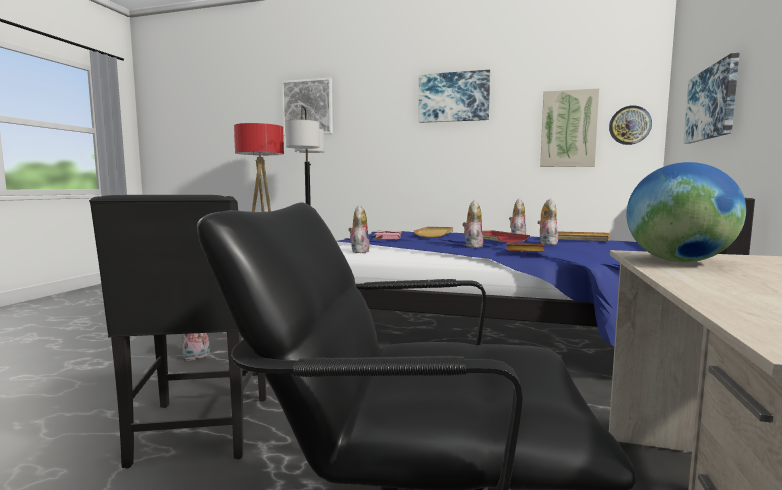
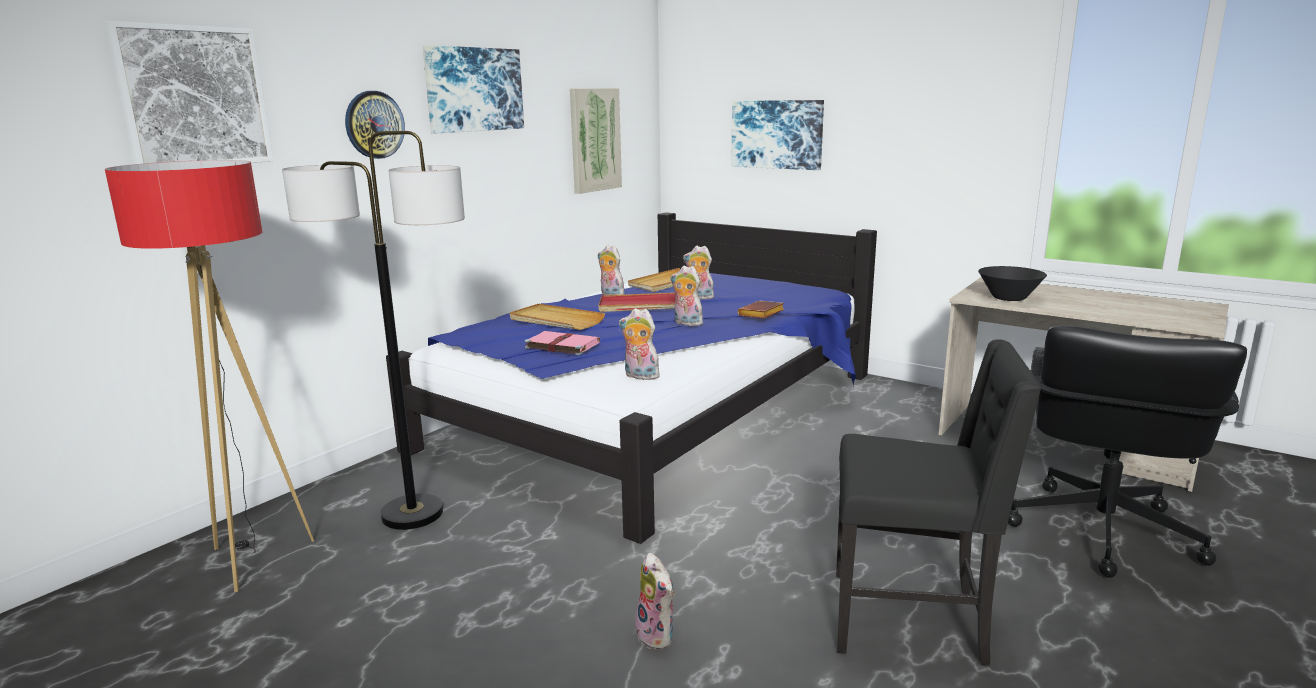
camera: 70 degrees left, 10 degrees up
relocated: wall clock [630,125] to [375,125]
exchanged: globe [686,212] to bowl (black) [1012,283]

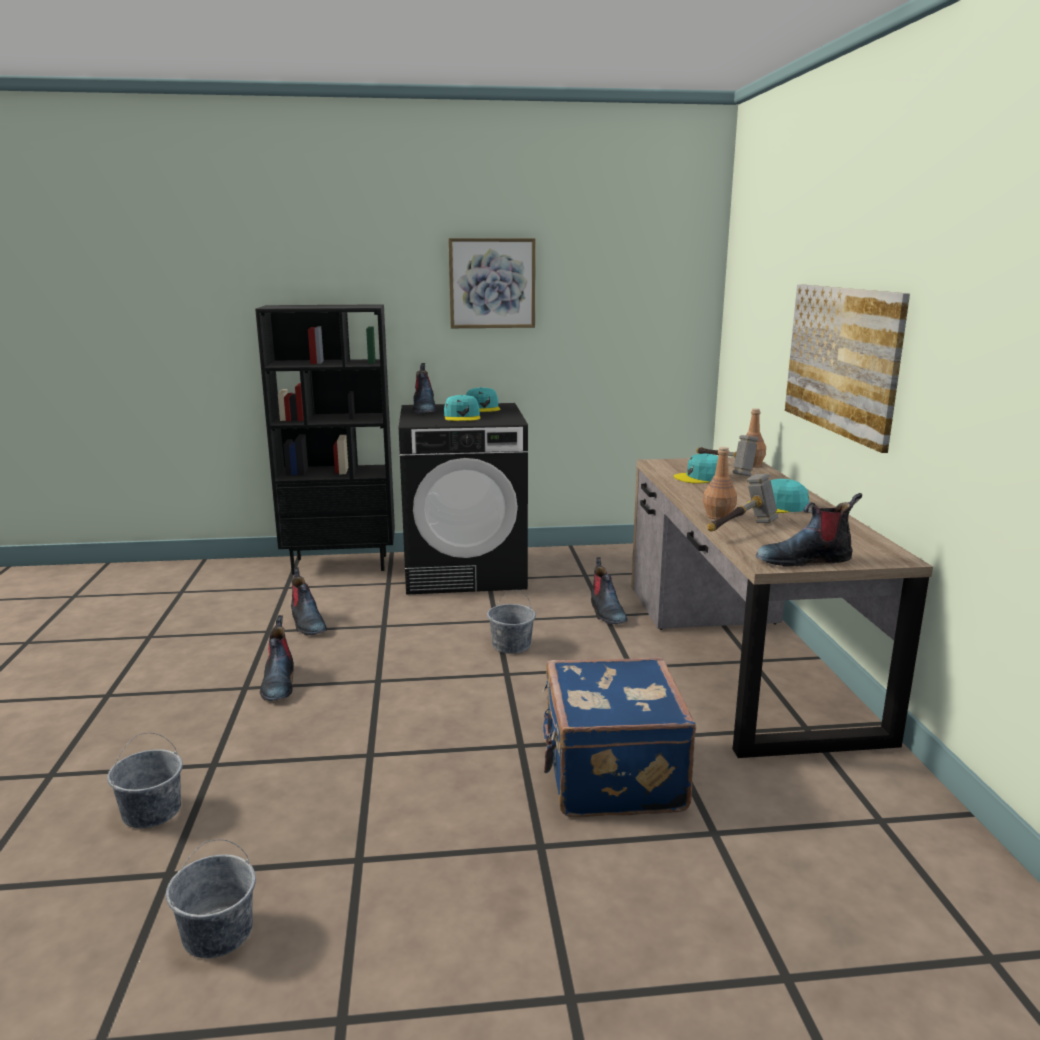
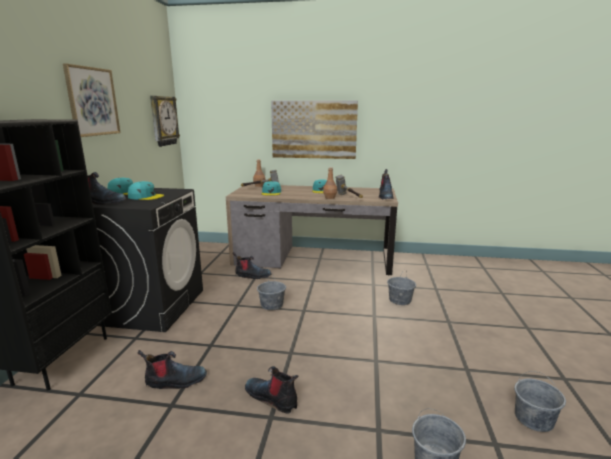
camera: 75 degrees left, 0 degrees up
appeared: wall clock [165,121]
exchanged: suitcase (blue) [619,737] to bucket (grey) [401,287]
spun: boot [277,658] = [271,389] 150 degrees counterclockwise

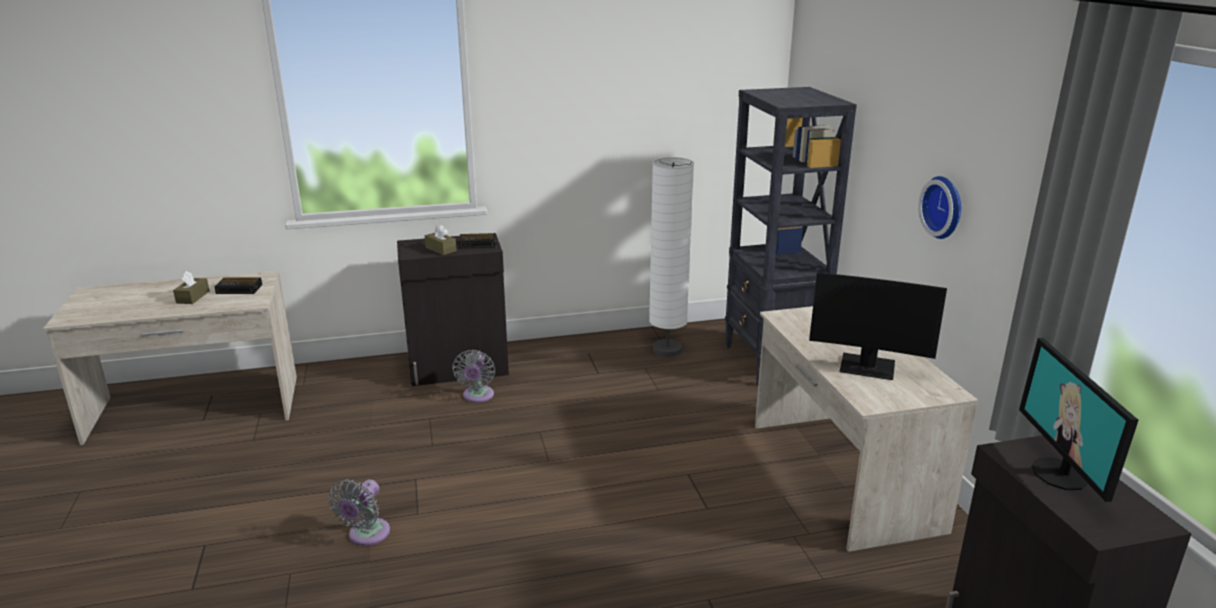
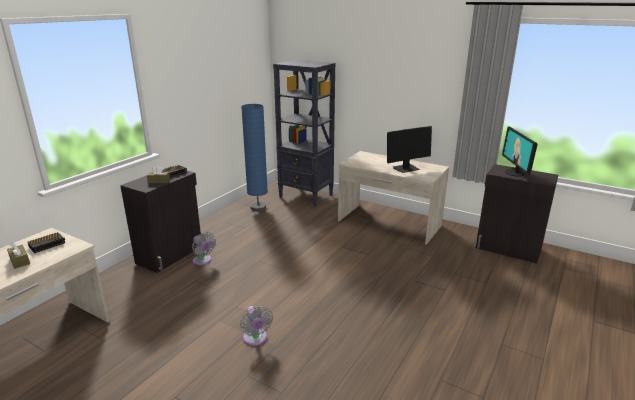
camera: 45 degrees left, 0 degrees up
missing: wall clock [939,207]
colour: floor lamp (white) [671,257] to floor lamp (blue) [254,157]
spun: monitor [1078,420] = [520,151] 45 degrees clockwise

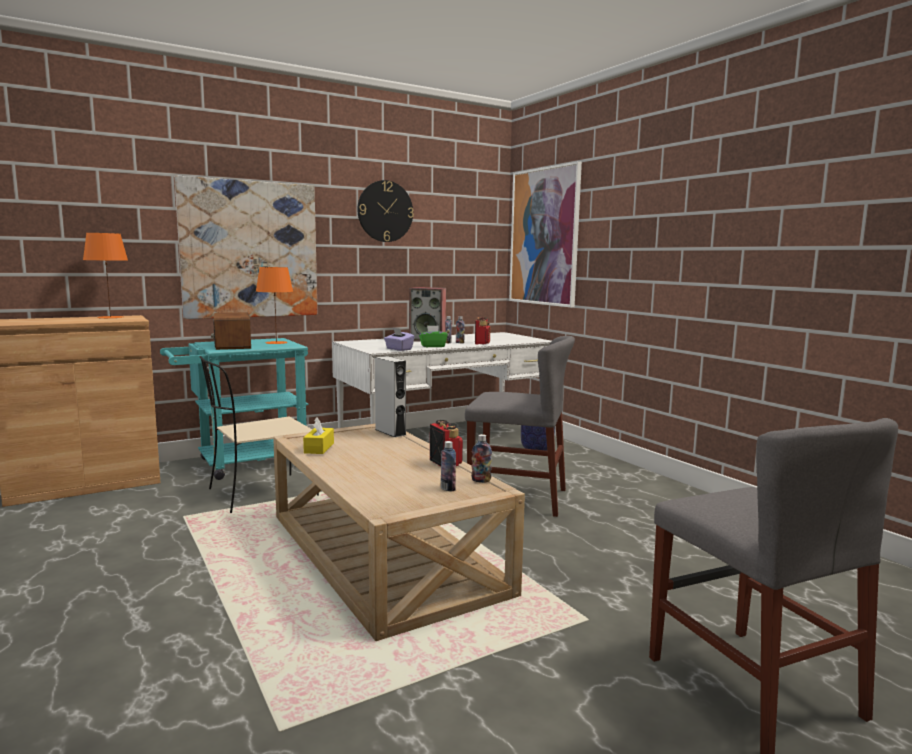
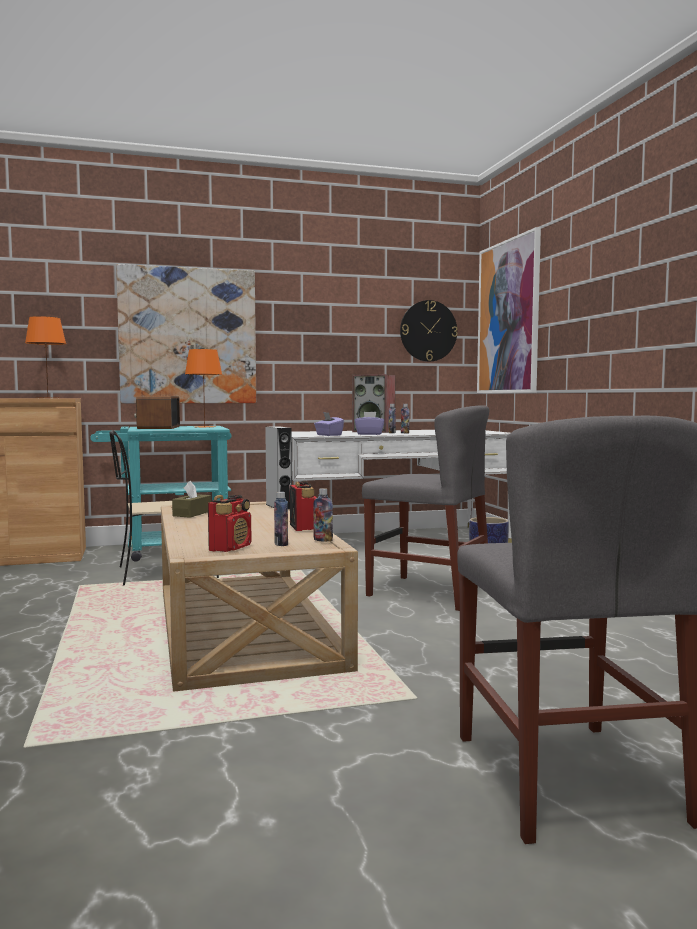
camera: 15 degrees right, 5 degrees down
relocated: wall clock [385,211] to [429,331]; radio [482,331] to [230,523]
colour: tissue box (green) [433,336] to tissue box (purple) [369,423]; tissue box (yellow) [318,436] to tissue box (brown) [191,499]

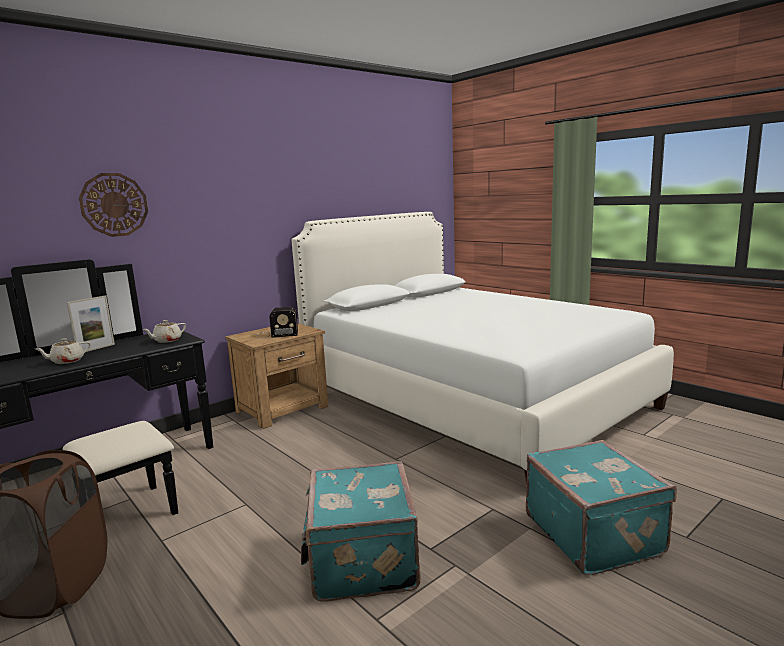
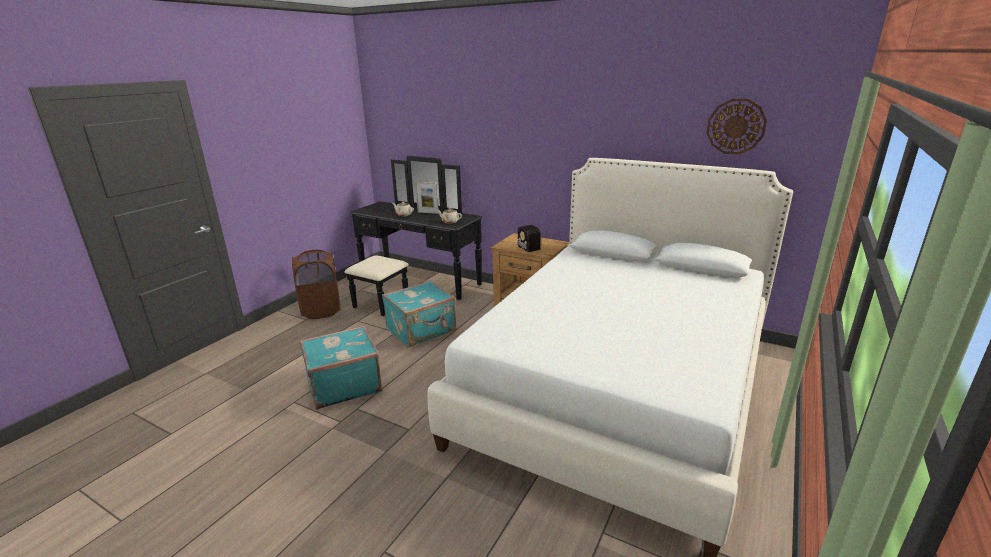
camera: 70 degrees right, 10 degrees up
relocated: wall clock [113,205] to [737,127]; suitcase (turquoise) [601,508] to [419,313]

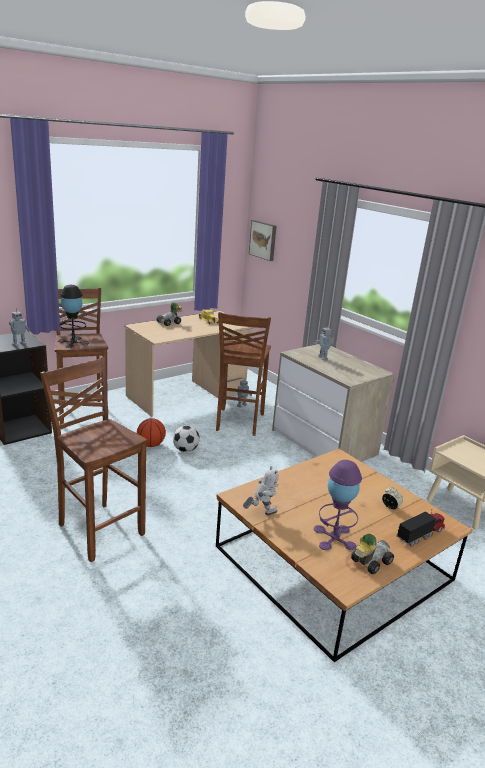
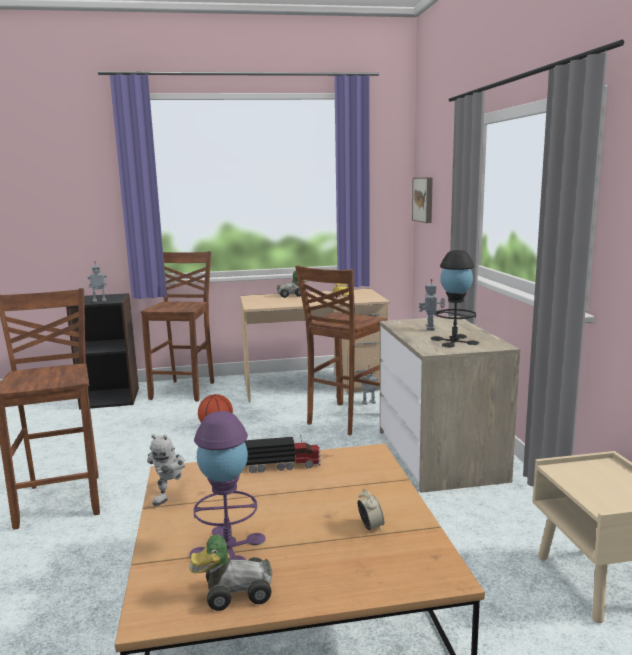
camera: 30 degrees right, 10 degrees down
missing: football [186,438]
relocated: table lamp (black) [73,316] to [455,298]; toy truck [420,528] to [283,454]
spun: toy robot [261,490] = [166,470] 105 degrees clockwise

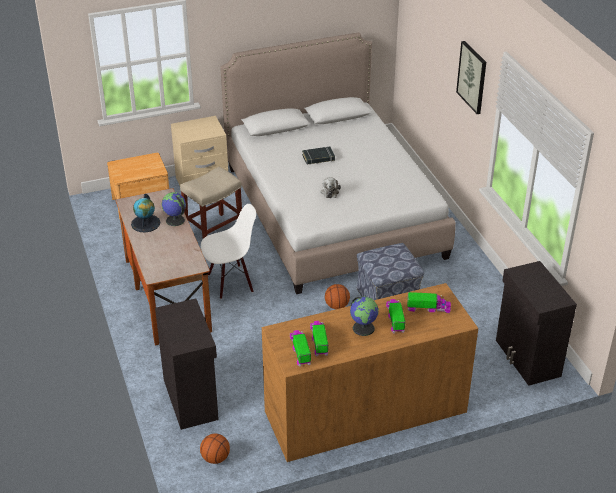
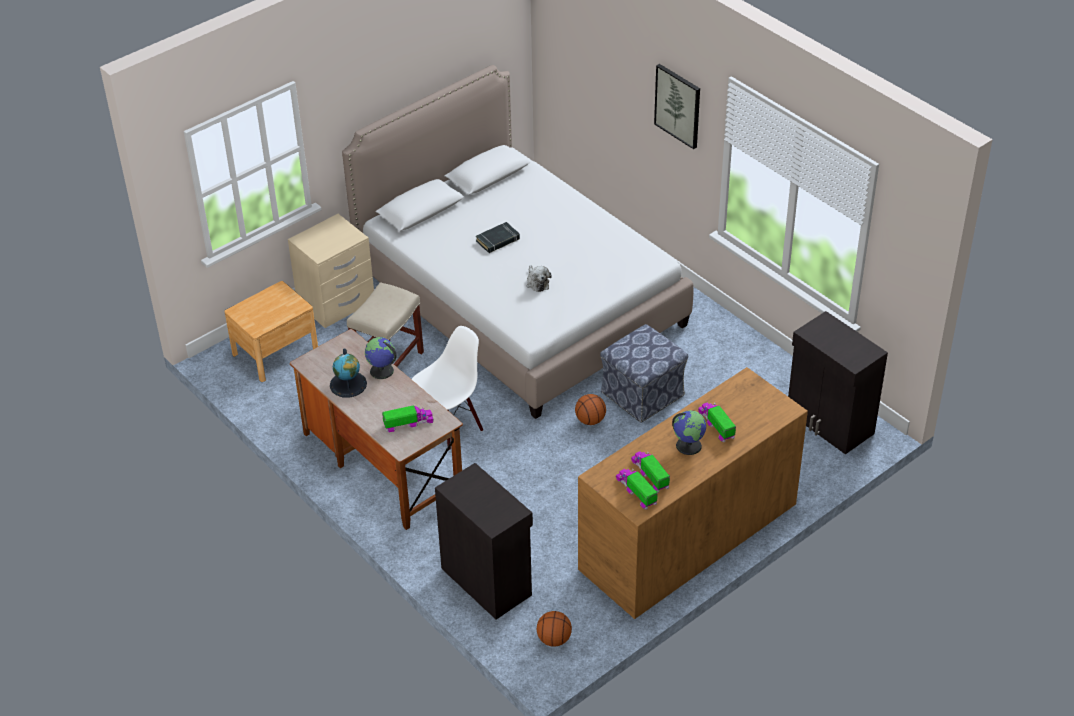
camera: 20 degrees left, 5 degrees up
relocated: toy truck [429,302] to [408,418]

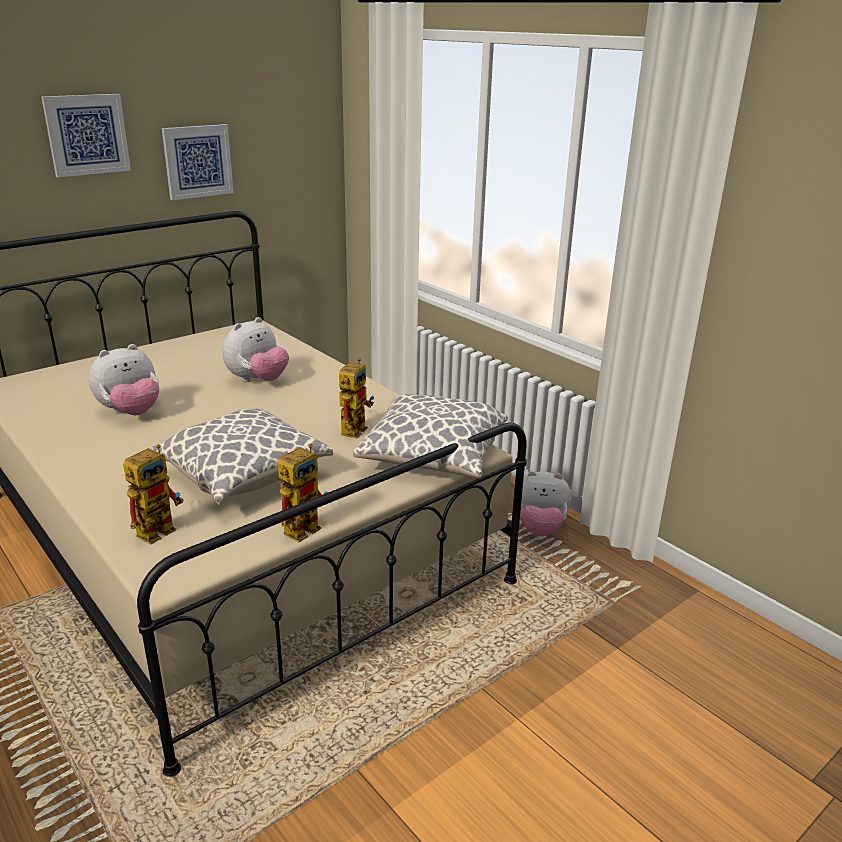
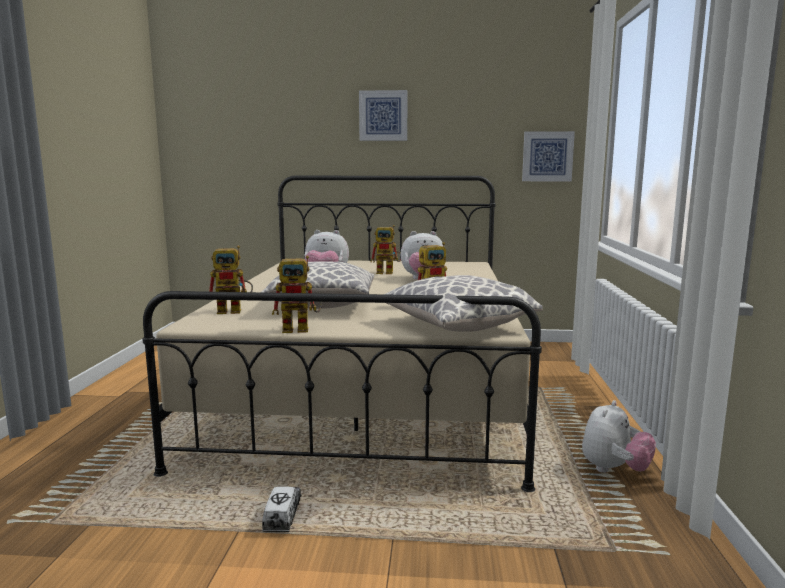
camera: 45 degrees right, 15 degrees down
appeared: toy robot [385,249]; toy truck [282,509]
relocated: picture [198,162] to [548,156]
spun: plush toy [545,503] = [619,436] 105 degrees counterclockwise

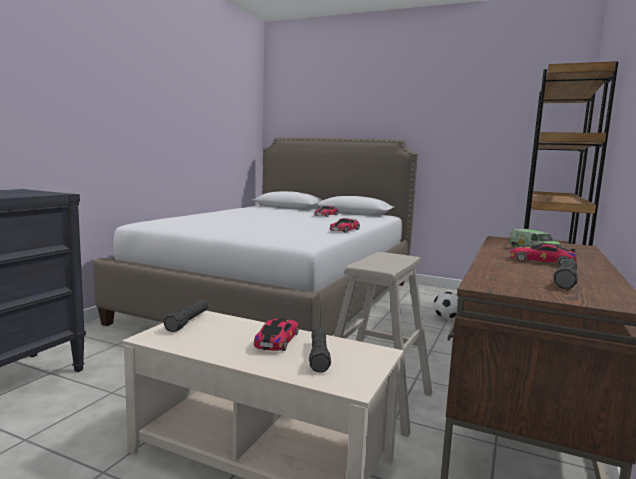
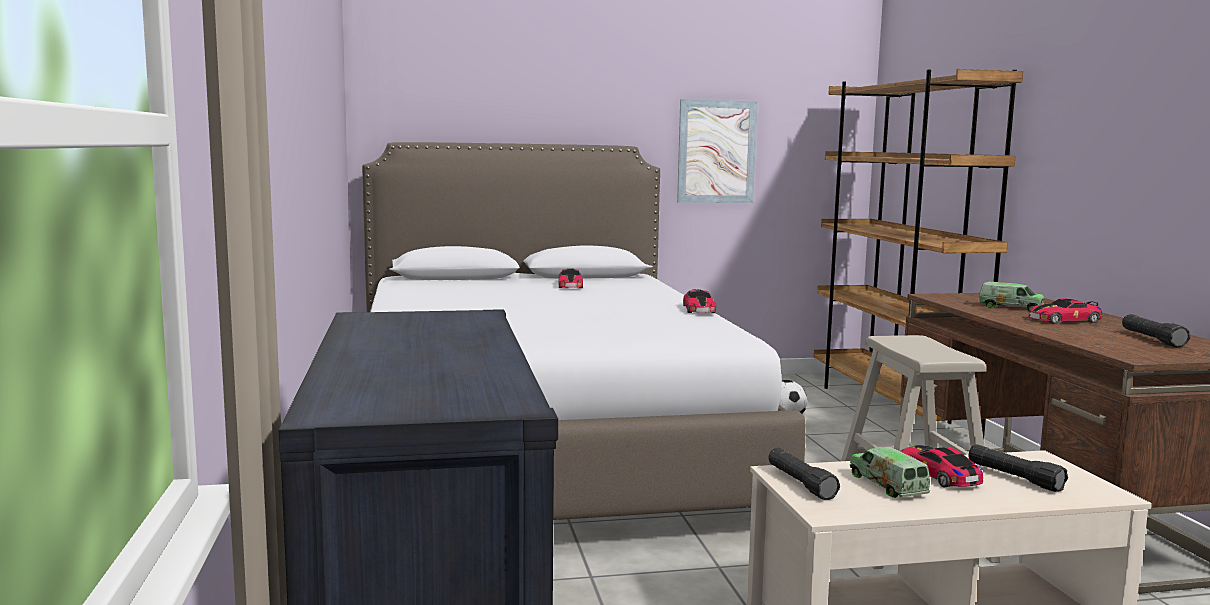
camera: 35 degrees left, 0 degrees up
appeared: picture [717,151]; toy truck [890,472]

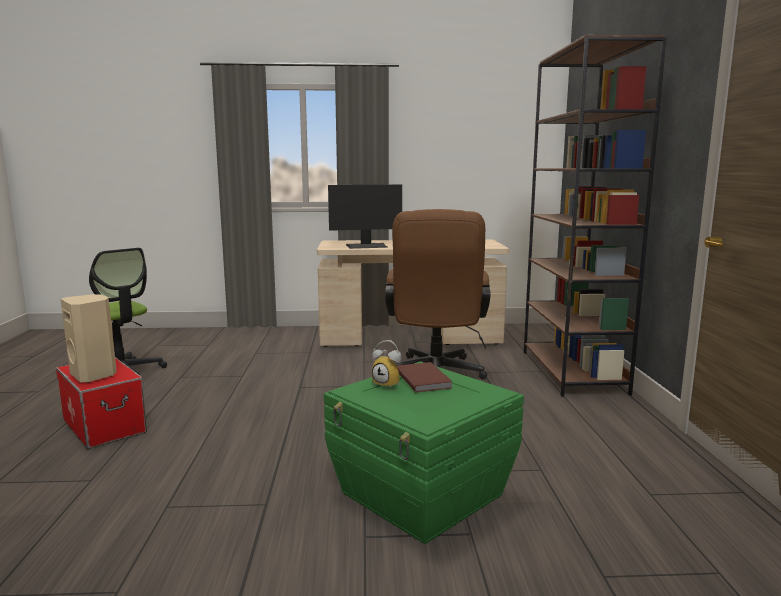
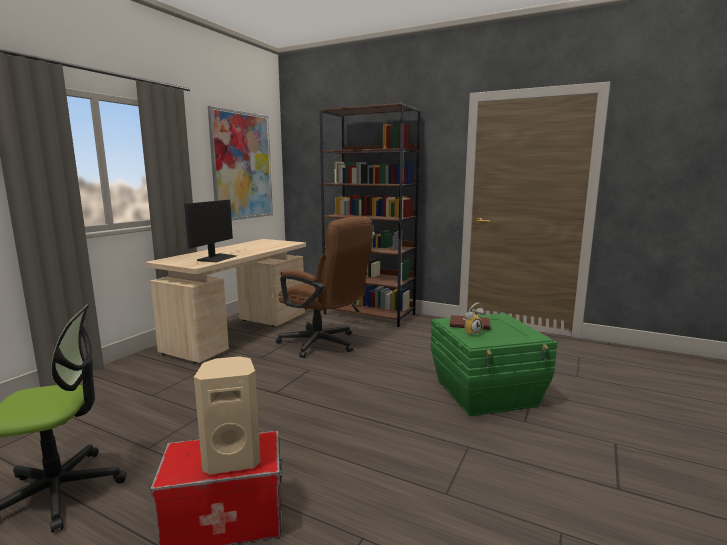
camera: 60 degrees left, 0 degrees up
appeared: picture [240,163]

